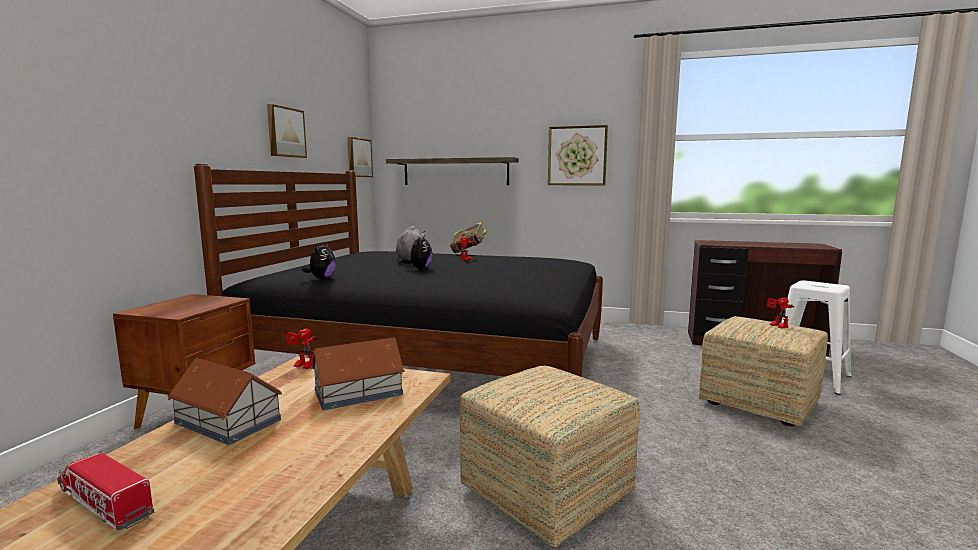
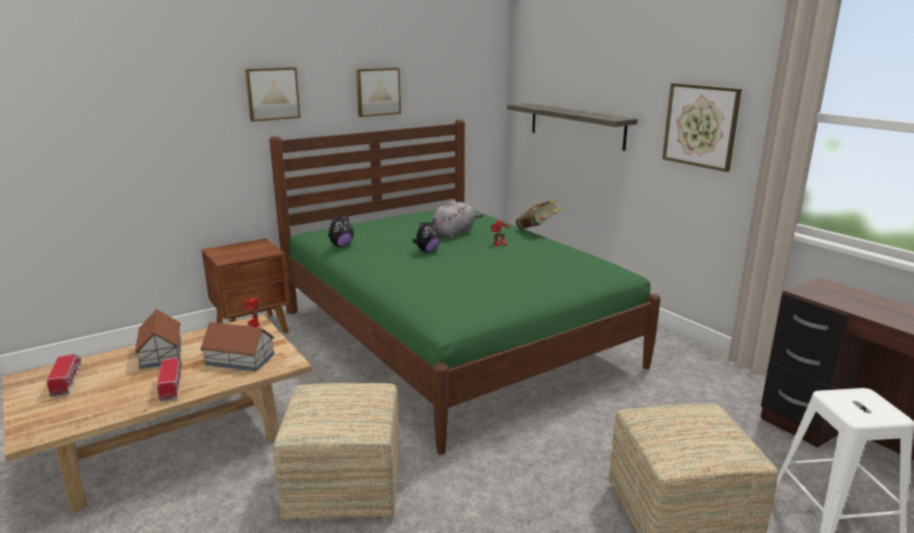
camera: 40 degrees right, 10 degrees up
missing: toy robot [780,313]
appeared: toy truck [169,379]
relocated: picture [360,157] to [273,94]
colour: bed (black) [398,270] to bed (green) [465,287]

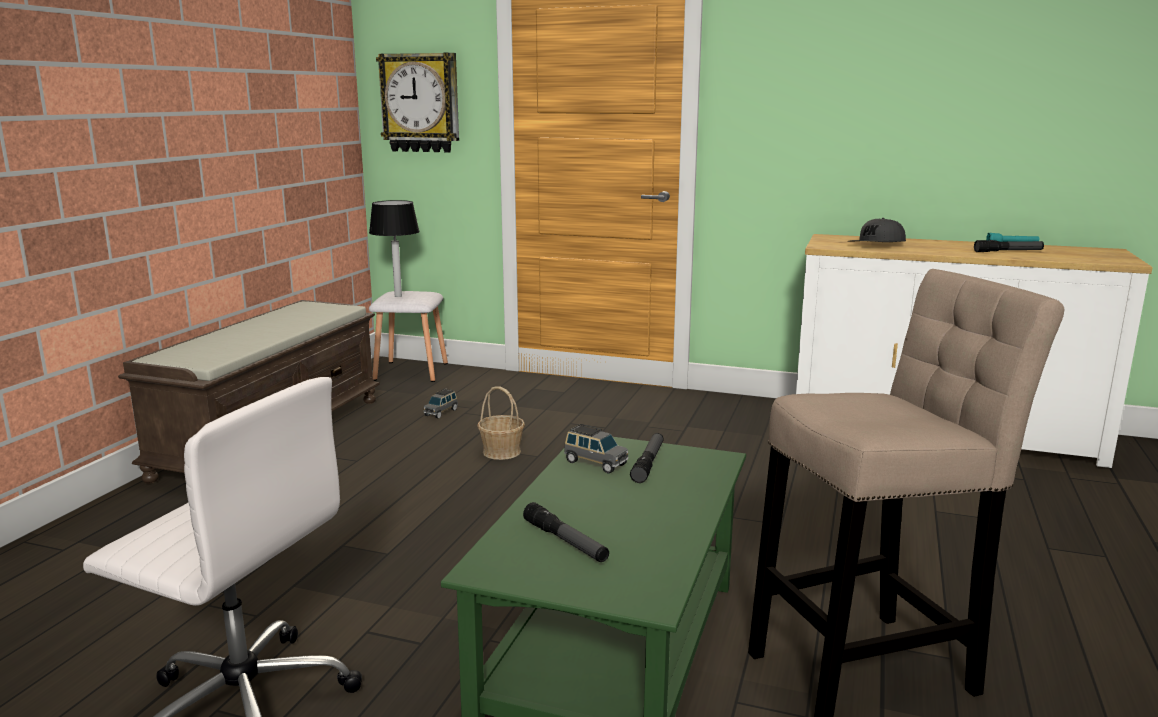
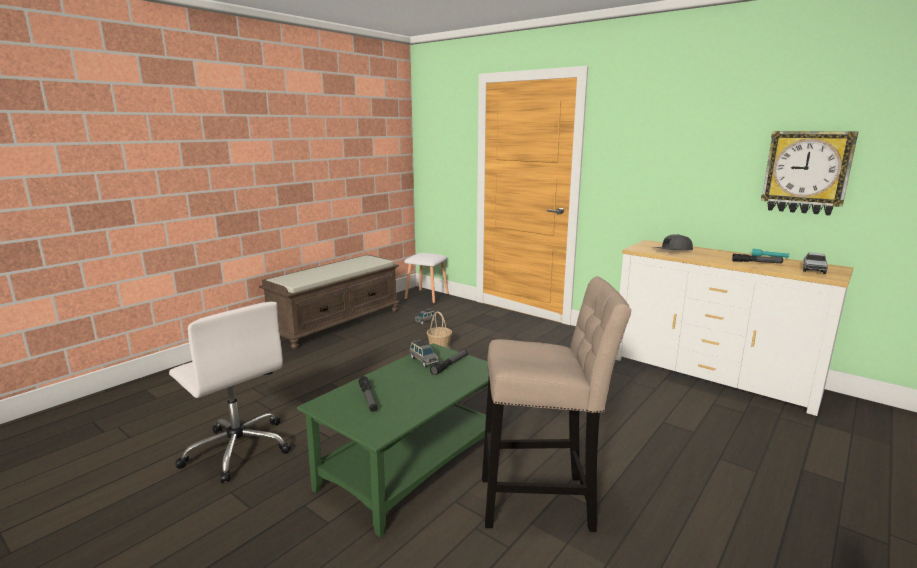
camera: 20 degrees right, 0 degrees up
missing: table lamp [394,248]
appeared: toy truck [815,263]
relocated: wall clock [417,103] to [809,173]

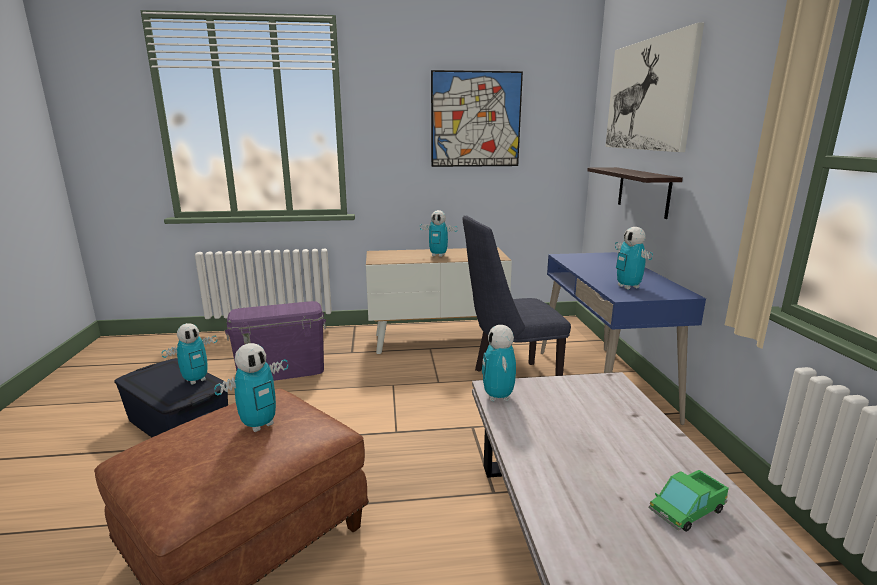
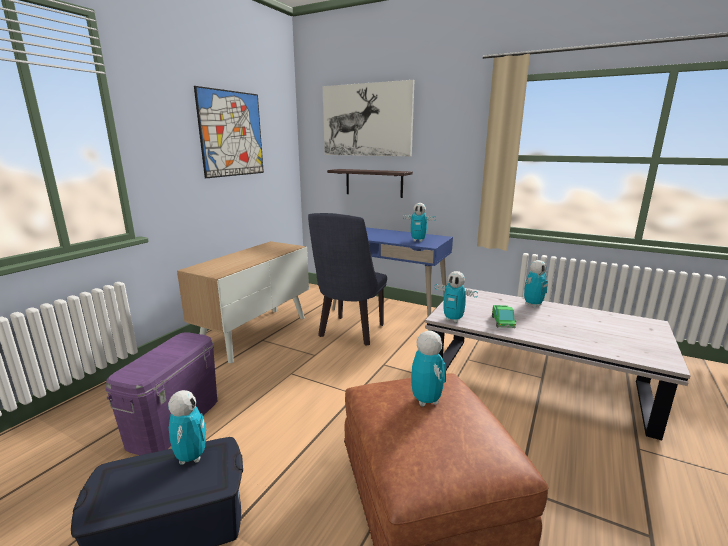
camera: 55 degrees left, 0 degrees up
relocated: toy robot [439,233] to [536,283]; toy truck [689,501] to [504,316]

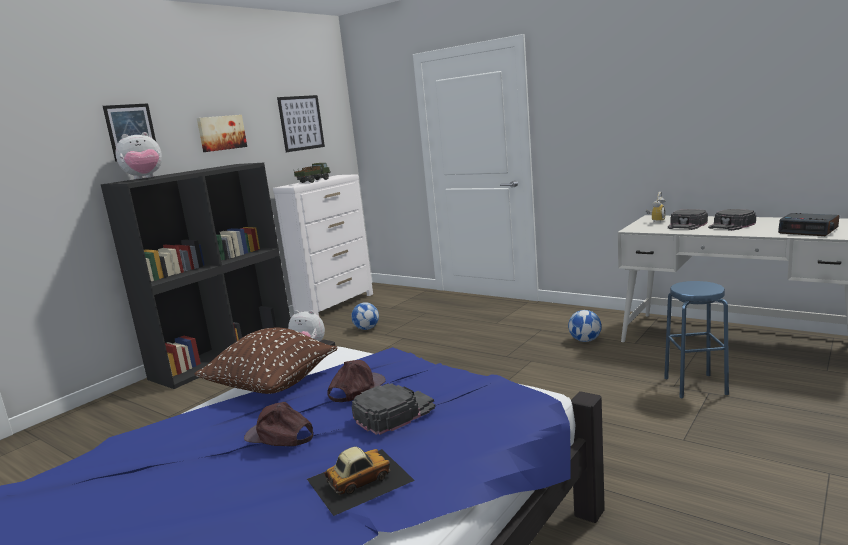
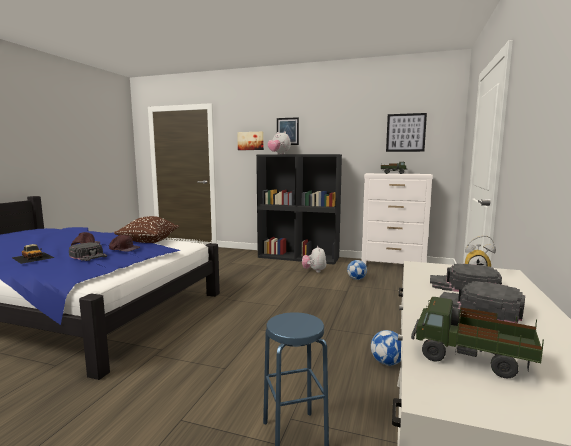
camera: 70 degrees right, 5 degrees down
relocated: picture [222,133] to [250,141]
exchanged: alarm clock [808,224] to toy truck [477,337]

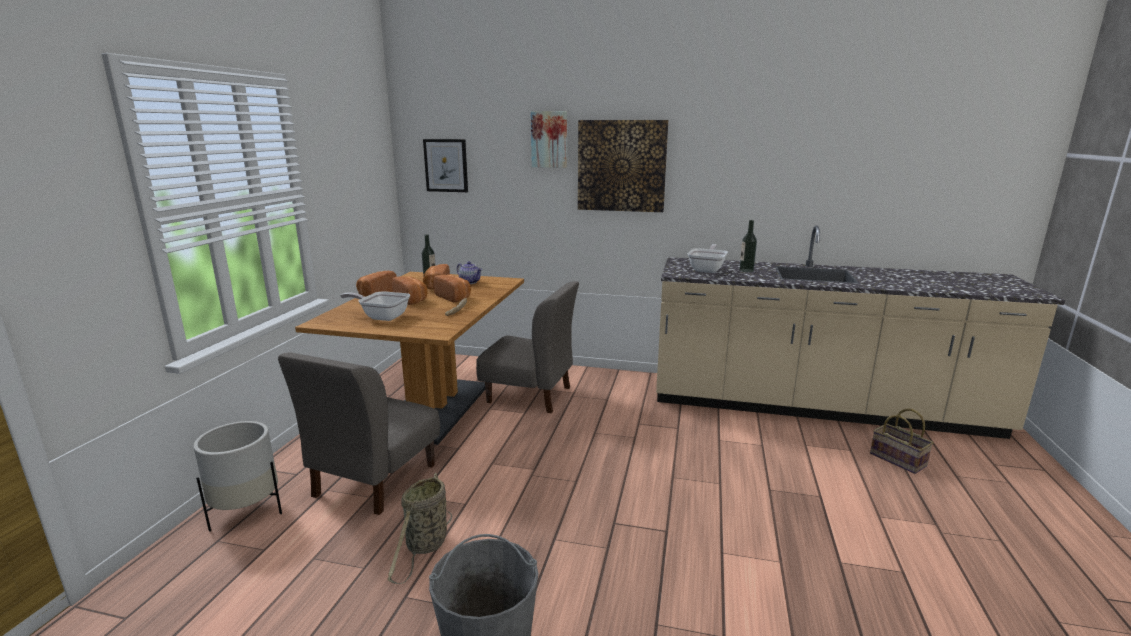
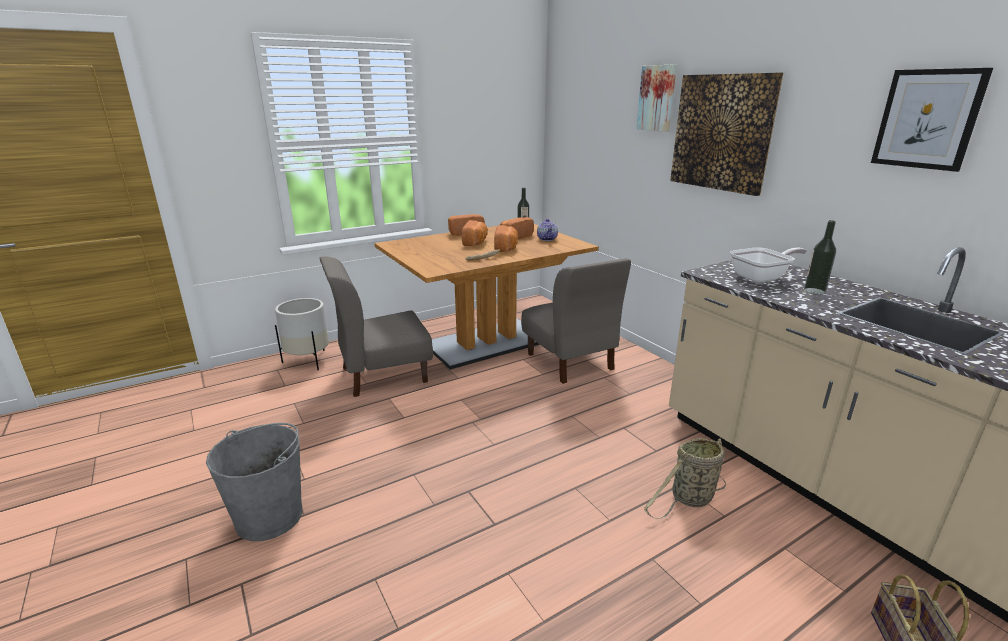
camera: 45 degrees right, 5 degrees up
missing: frying pan [375,306]
relocated: picture [445,165] to [932,120]; basket [420,528] to [685,478]

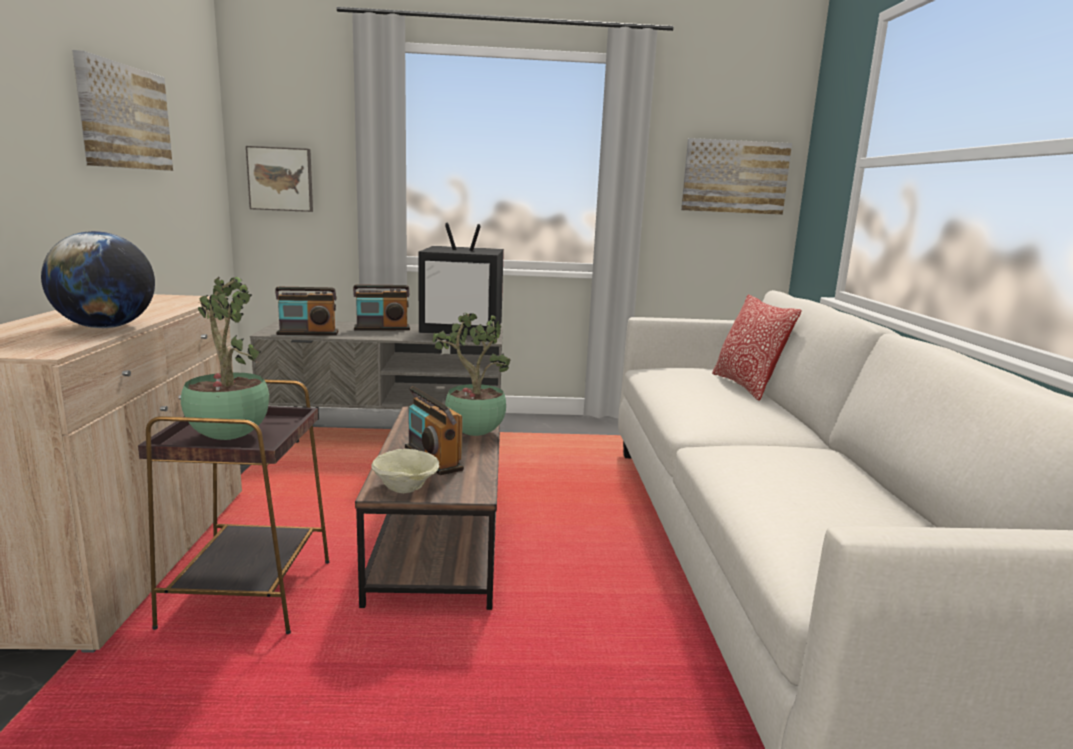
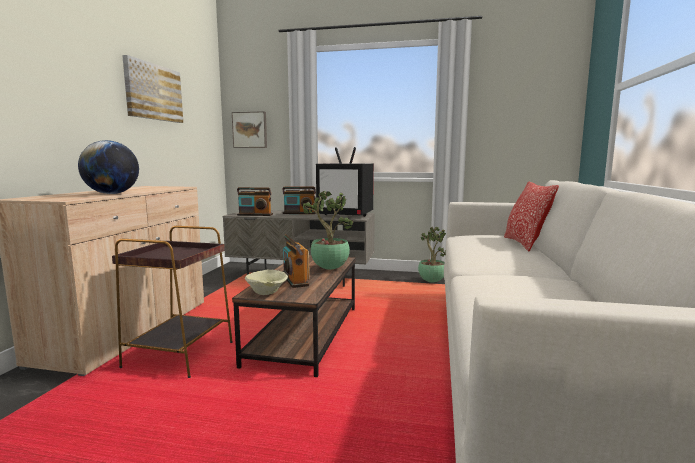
camera: 15 degrees right, 5 degrees down
missing: picture [736,176]
relocated: potted plant [225,358] to [432,255]

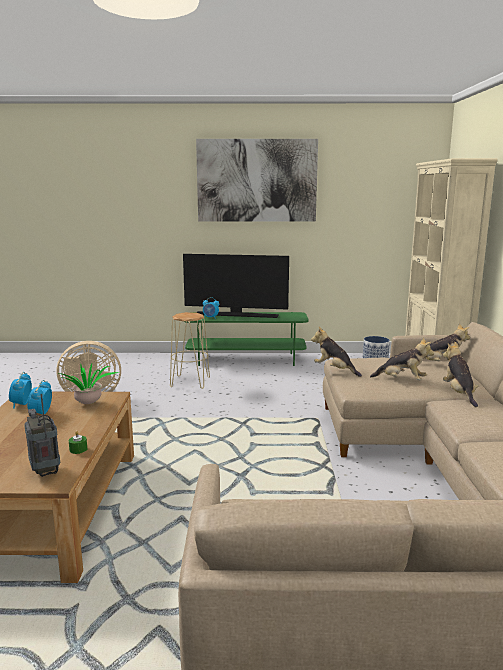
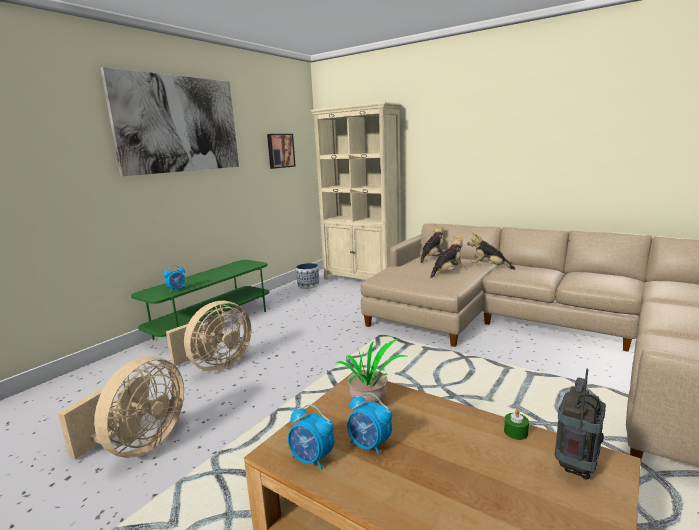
camera: 55 degrees left, 0 degrees up
missing: television [236,286]; plush toy [336,352]
appeared: picture [281,151]
exchanged: stool (beige) [190,350] to fan (beige) [208,336]
spun: radio [42,435] = [580,424] 120 degrees clockwise

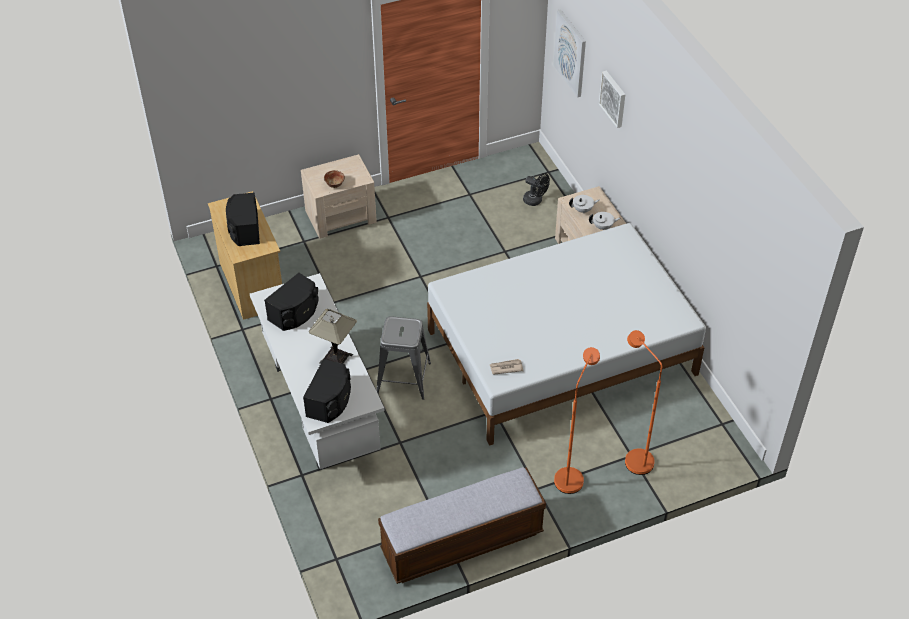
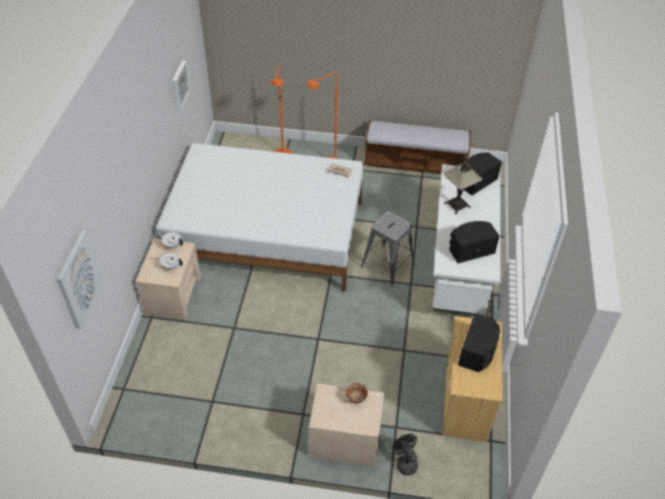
camera: 150 degrees left, 0 degrees up
relocated: picture [612,99] to [181,84]; fan (black) [536,189] to [405,454]

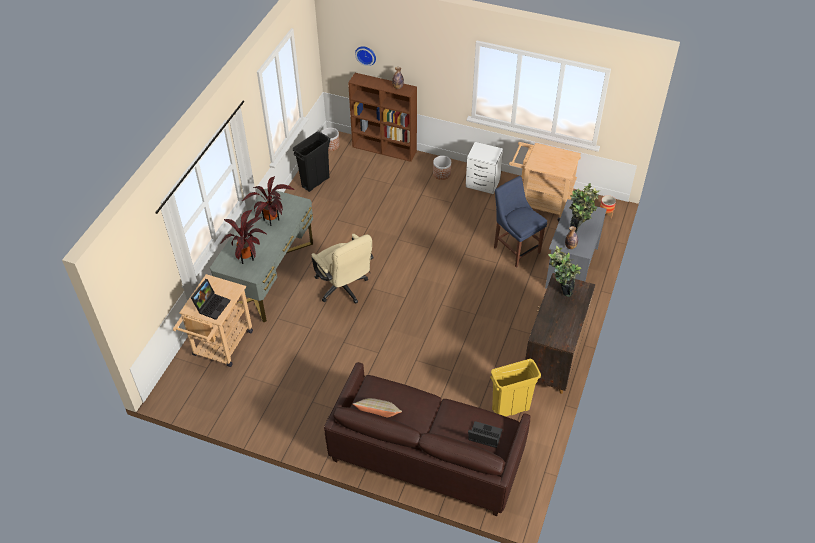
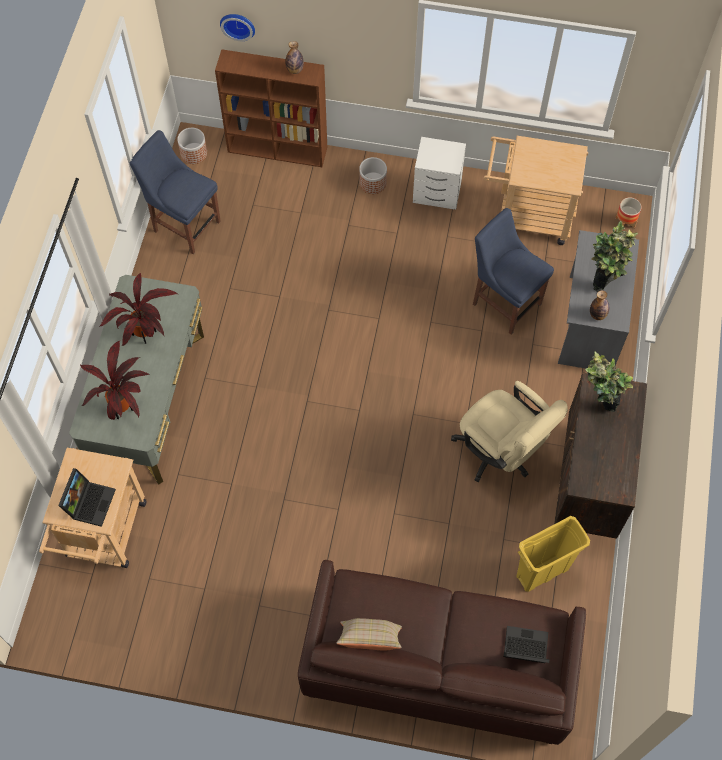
camera: 10 degrees left, 15 degrees up
relocated: office chair (beige) [342,269] to [509,432]
exchanged: trash can (black) [311,162] to chair (blue) [175,192]

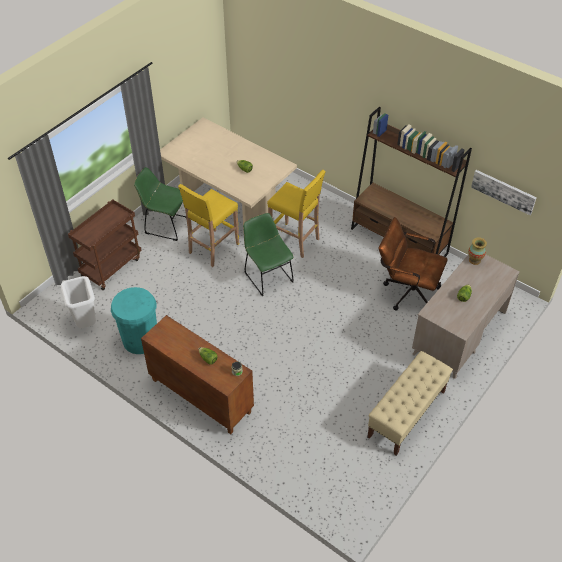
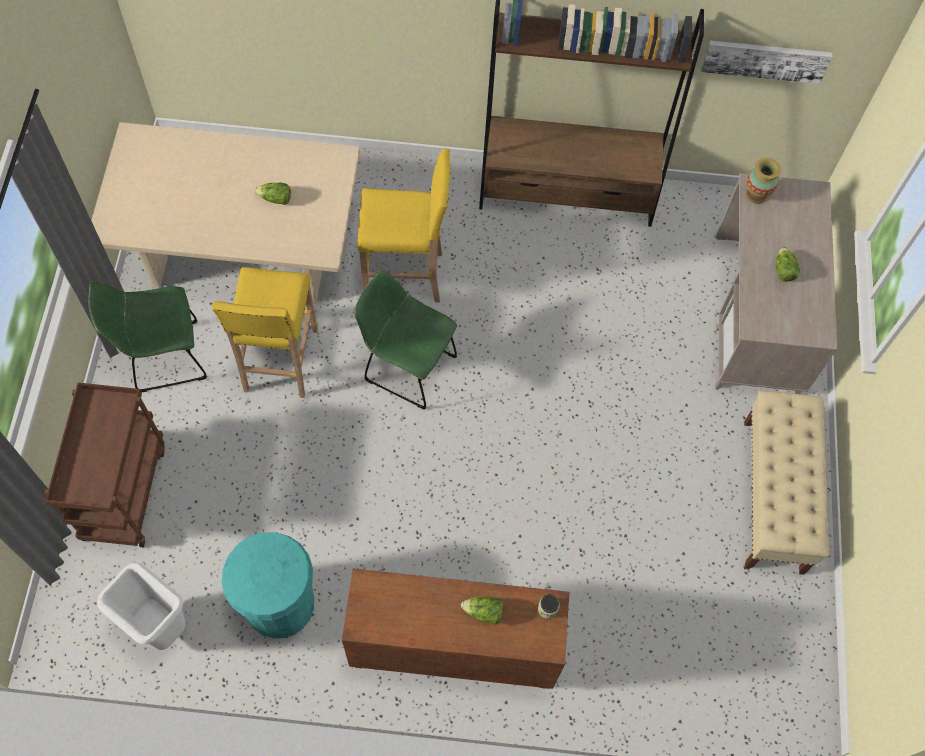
camera: 35 degrees left, 15 degrees up
missing: office chair (brown) [413,264]

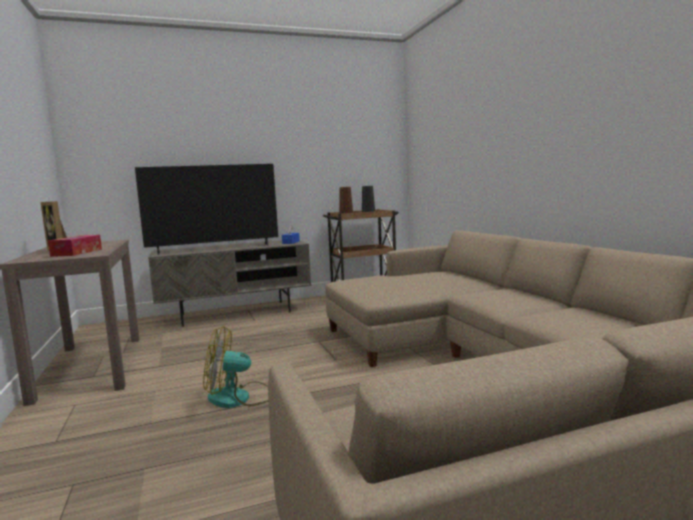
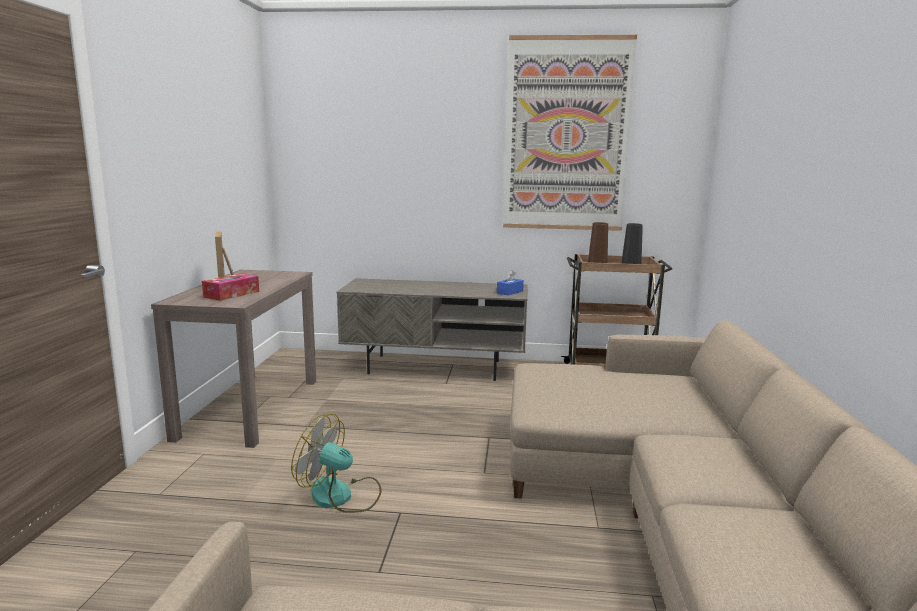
camera: 25 degrees right, 5 degrees up
missing: television [206,209]
appeared: picture [570,133]

